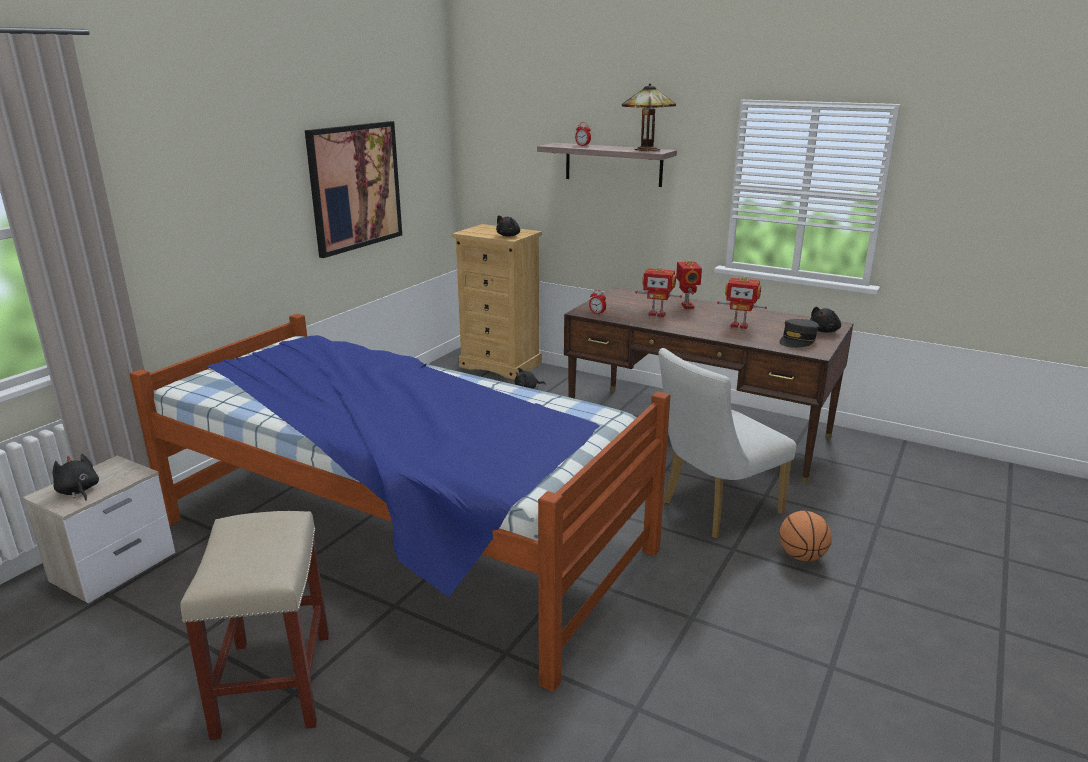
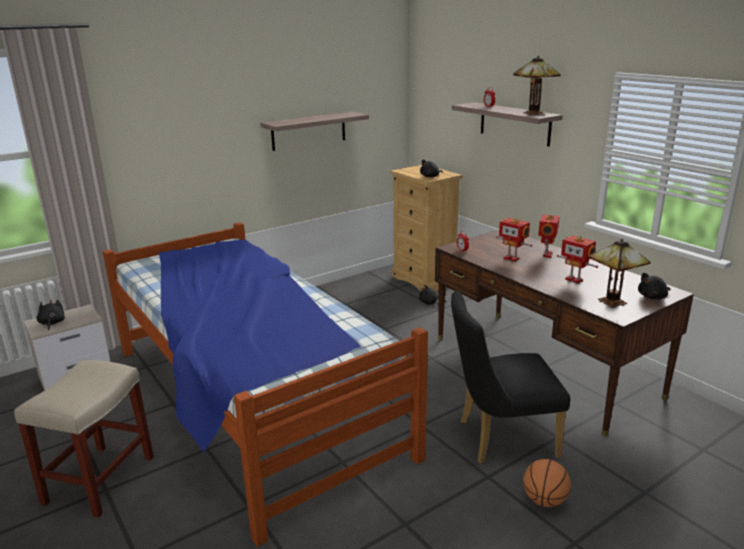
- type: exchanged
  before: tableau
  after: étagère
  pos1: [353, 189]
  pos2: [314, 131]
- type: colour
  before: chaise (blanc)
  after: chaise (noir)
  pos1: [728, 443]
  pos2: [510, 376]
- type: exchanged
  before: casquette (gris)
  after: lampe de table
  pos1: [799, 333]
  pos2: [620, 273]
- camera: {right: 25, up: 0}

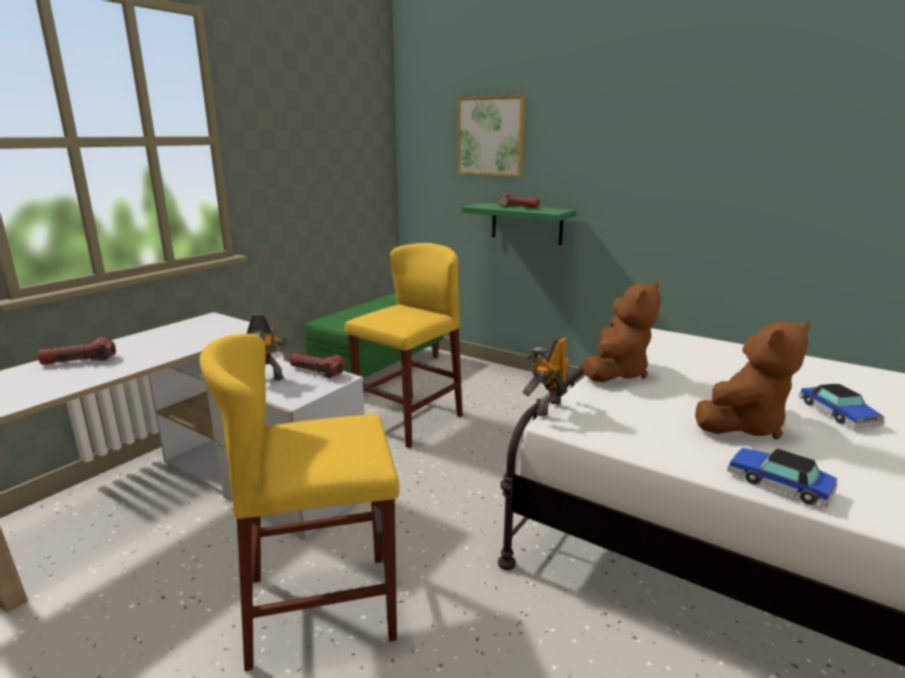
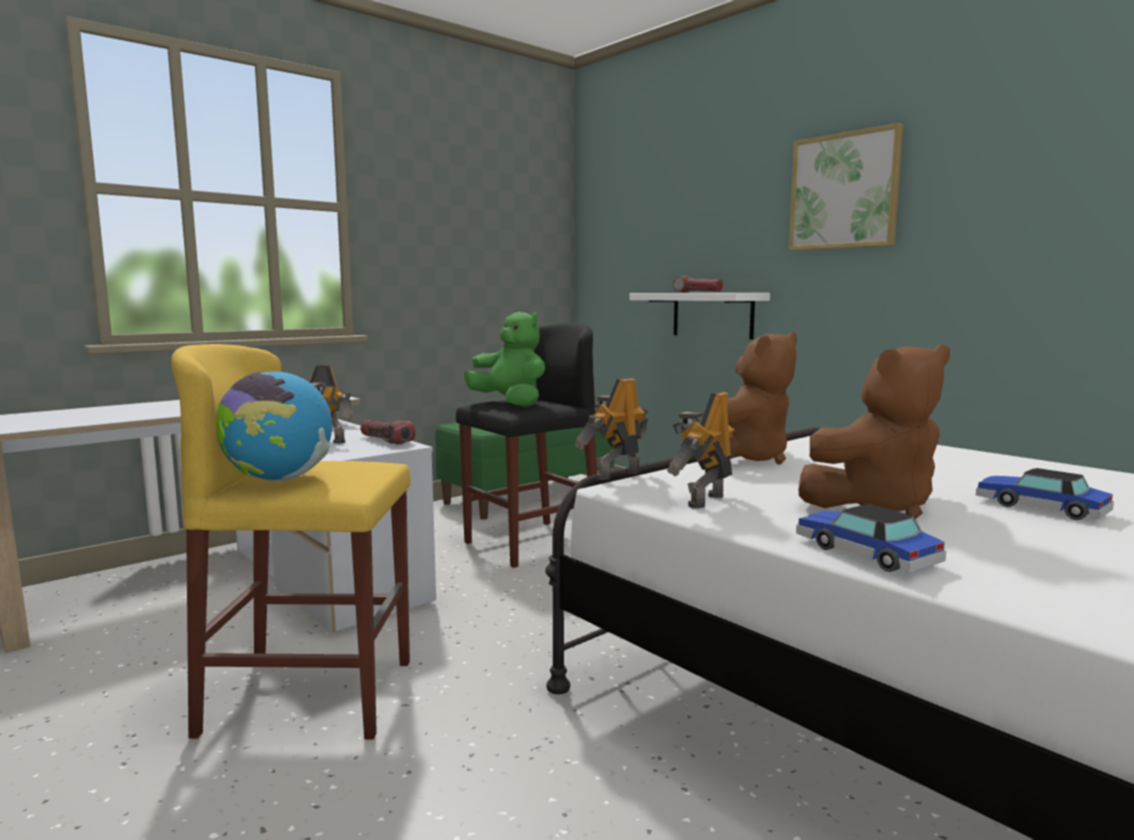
- type: missing
  before: lampe de poche
  pos1: [77, 351]
- type: colour
  before: tabouret (jaune)
  after: tabouret (noir)
  pos1: [404, 345]
  pos2: [526, 445]
- type: relocated
  before: tableau
  pos1: [491, 135]
  pos2: [846, 186]
- type: colour
  before: étagère (vert)
  after: étagère (blanc)
  pos1: [519, 224]
  pos2: [700, 316]
- type: spun
  before: petite voiture
  pos1: [842, 406]
  pos2: [1045, 494]
  turn: 135
- type: appeared
  after: globe
  pos2: [274, 426]
- type: appeared
  after: peluche (vert)
  pos2: [504, 358]
- type: appeared
  after: robot jouet
  pos2: [701, 450]
- camera: {right: 15, up: -10}

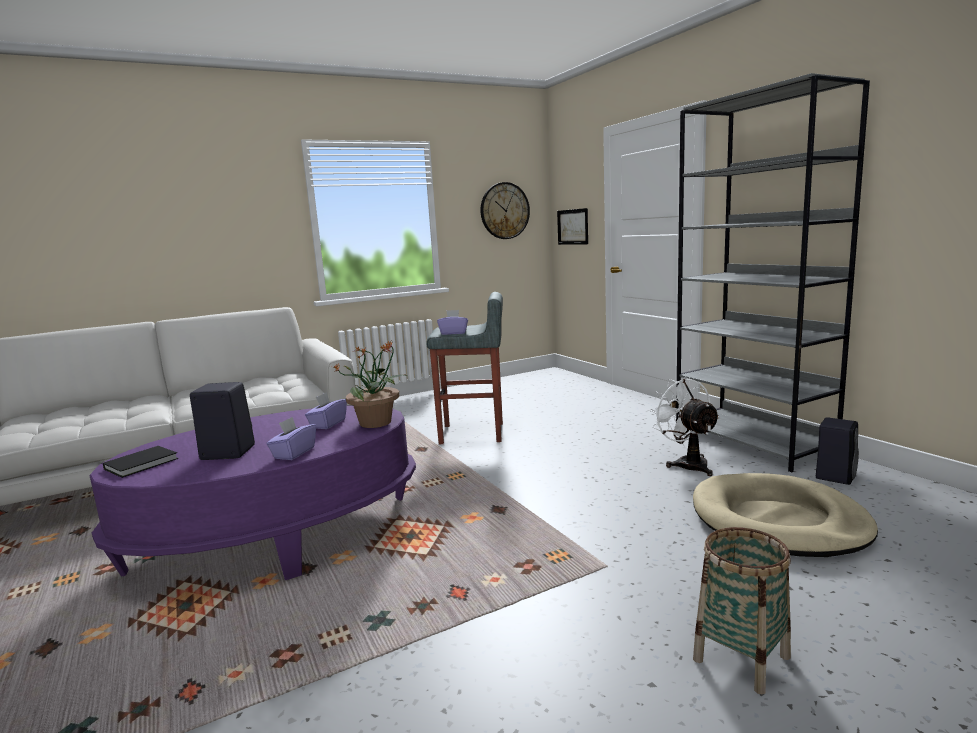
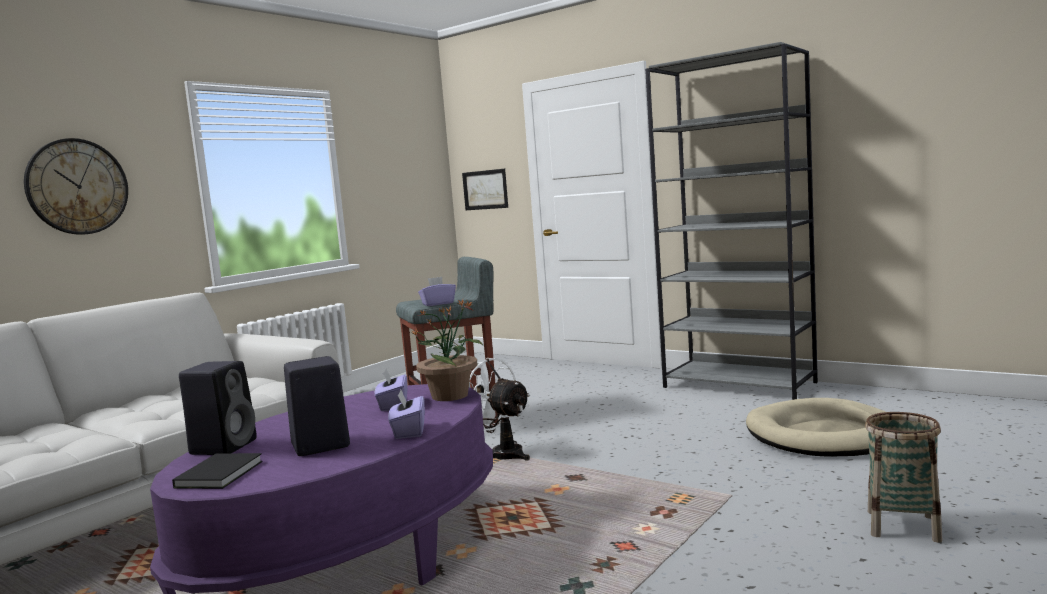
- type: relocated
  before: horloge murale
  pos1: [505, 210]
  pos2: [76, 186]
- type: relocated
  before: ventilateur (blanc)
  pos1: [685, 426]
  pos2: [500, 409]
- type: relocated
  before: enceinte (noir)
  pos1: [837, 451]
  pos2: [218, 408]
- camera: {right: -25, up: -5}

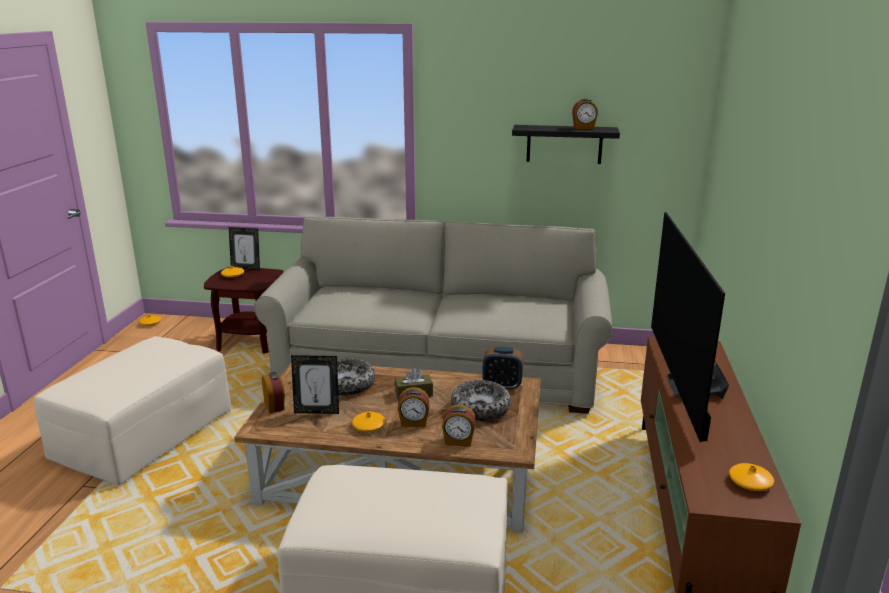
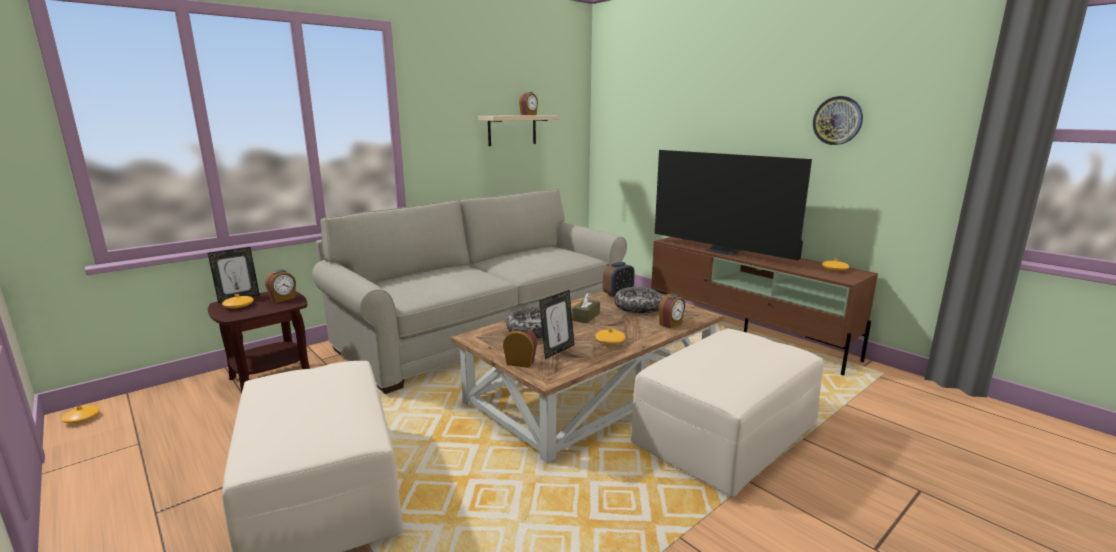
- type: relocated
  before: réveil
  pos1: [413, 407]
  pos2: [280, 286]
- type: colour
  before: étagère (noir)
  after: étagère (beige)
  pos1: [566, 144]
  pos2: [518, 130]
- type: appeared
  after: horloge murale
  pos2: [838, 120]
- camera: {right: -50, up: -5}

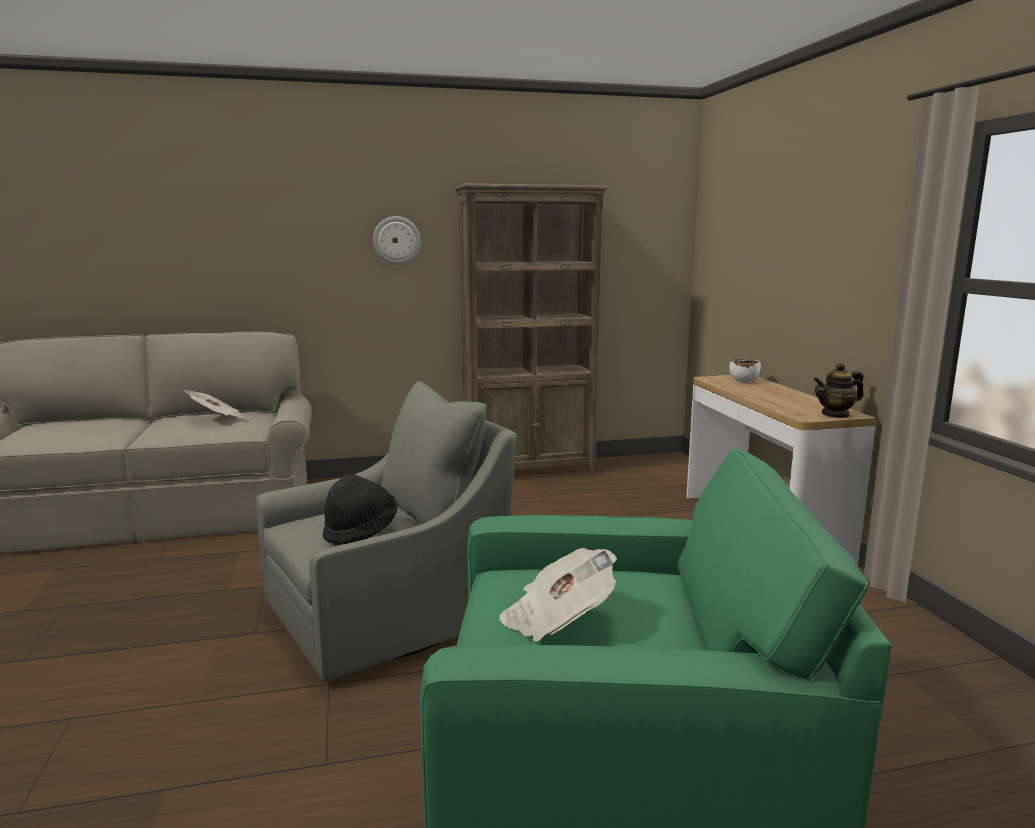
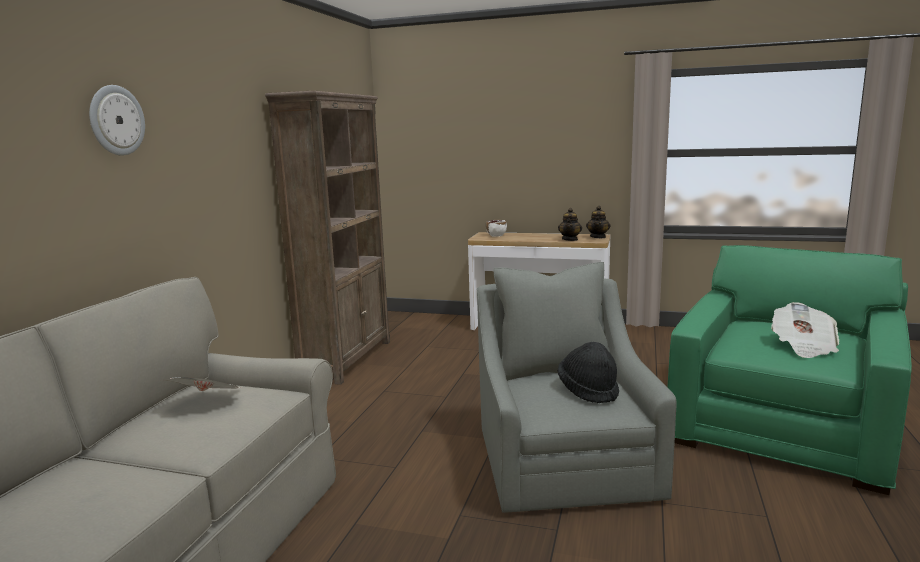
- type: relocated
  before: horloge murale
  pos1: [397, 240]
  pos2: [117, 120]
- type: appeared
  after: théière
  pos2: [570, 224]
- camera: {right: -60, up: 0}

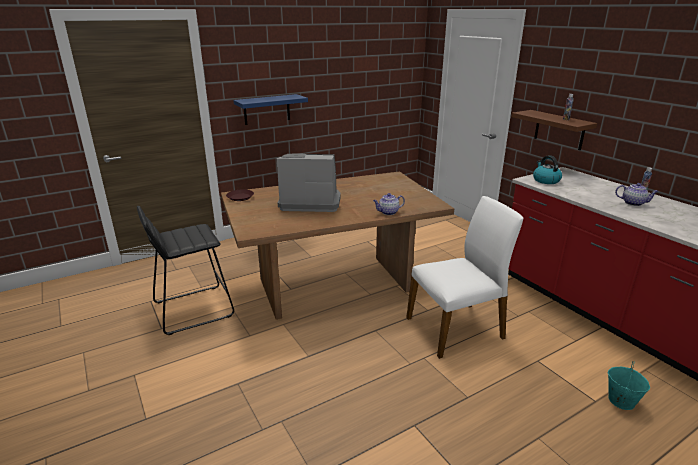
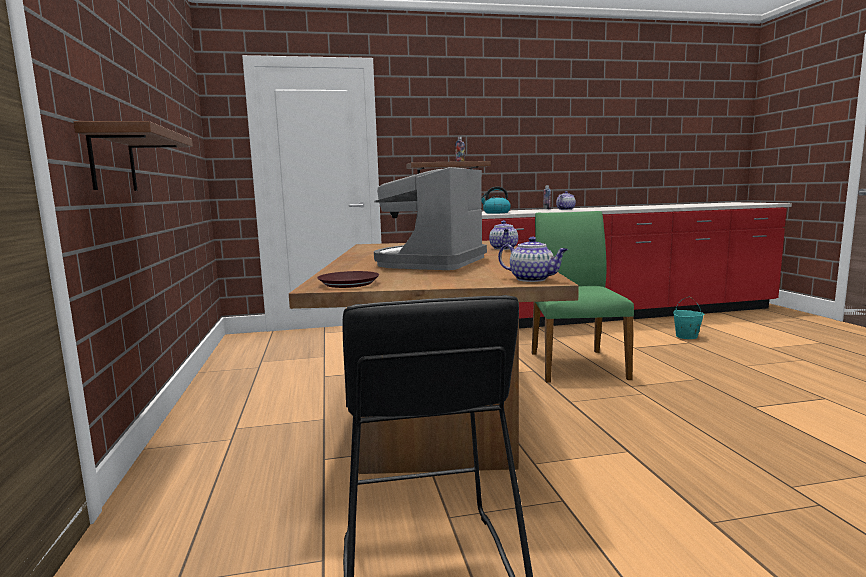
- type: colour
  before: étagère (bleu)
  after: étagère (marron)
  pos1: [270, 109]
  pos2: [133, 156]
- type: colour
  before: chaise (blanc)
  after: chaise (vert)
  pos1: [464, 277]
  pos2: [583, 297]
- type: appeared
  after: théière
  pos2: [533, 259]
- camera: {right: -70, up: -15}

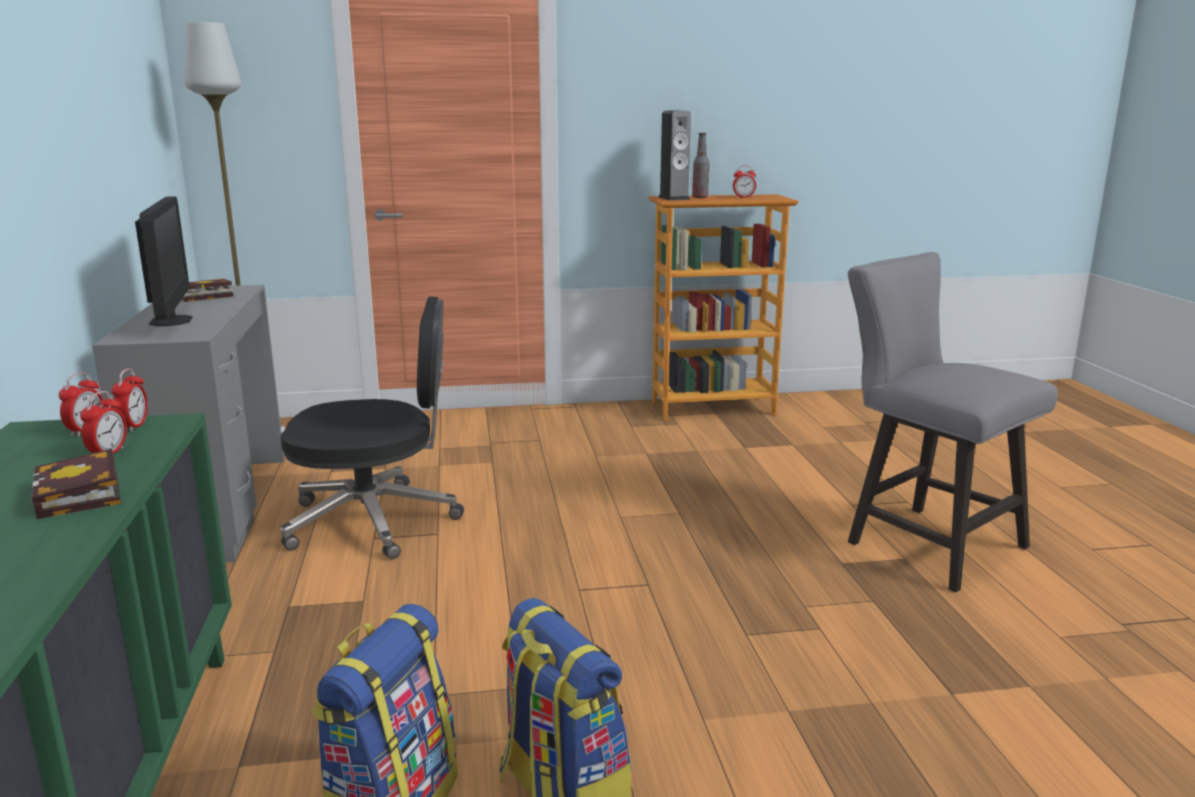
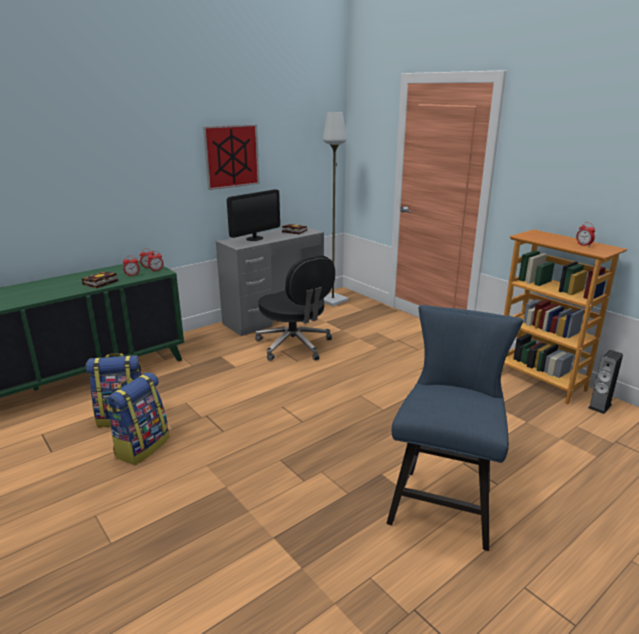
- type: relocated
  before: enceinte
  pos1: [674, 156]
  pos2: [605, 382]
- type: missing
  before: bouteille
  pos1: [701, 165]
- type: colour
  before: chaise (gris)
  after: chaise (bleu)
  pos1: [953, 422]
  pos2: [455, 428]
- type: appeared
  after: tableau
  pos2: [231, 157]
- camera: {right: 60, up: 5}

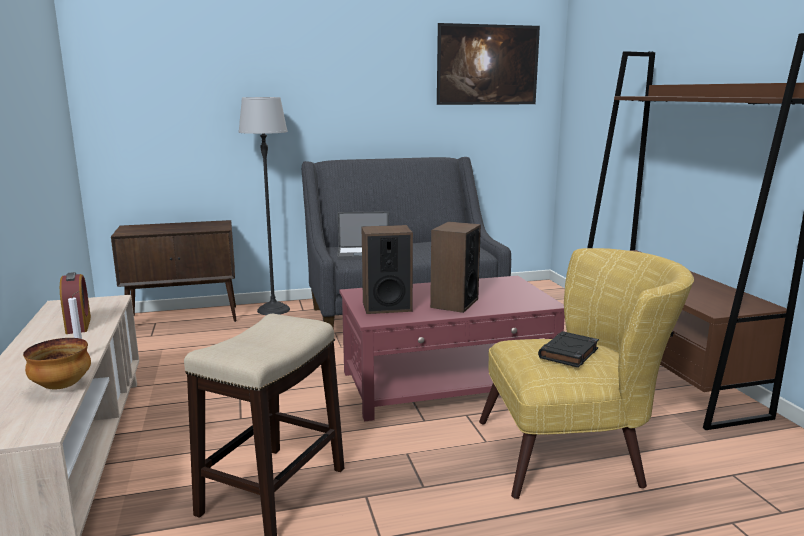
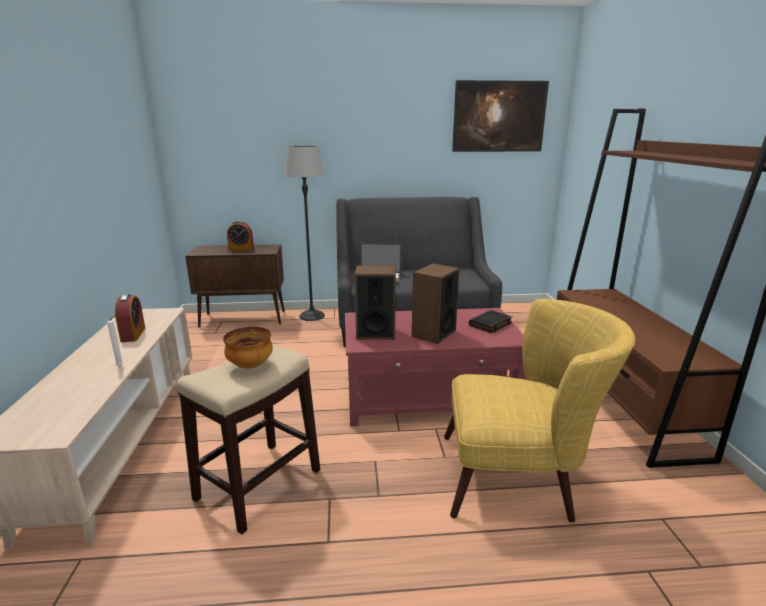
- type: relocated
  before: bol
  pos1: [57, 363]
  pos2: [248, 348]
- type: relocated
  before: livre (noir)
  pos1: [568, 349]
  pos2: [491, 321]
- type: appeared
  after: réveil
  pos2: [240, 236]
- camera: {right: 10, up: 5}

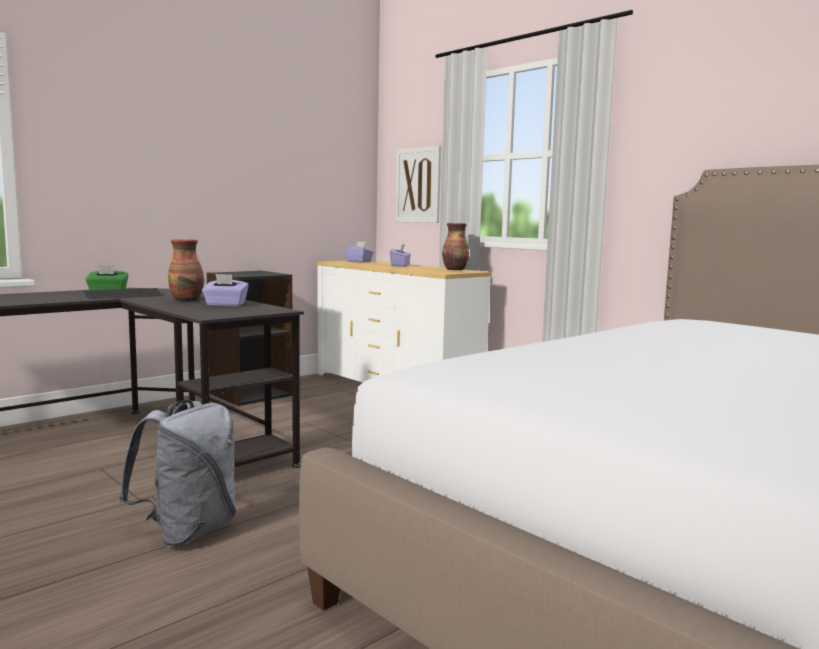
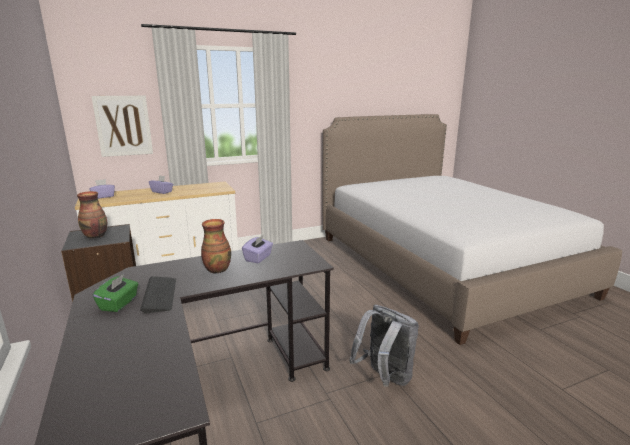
- type: relocated
  before: vase
  pos1: [455, 247]
  pos2: [92, 215]
- camera: {right: -70, up: 10}

